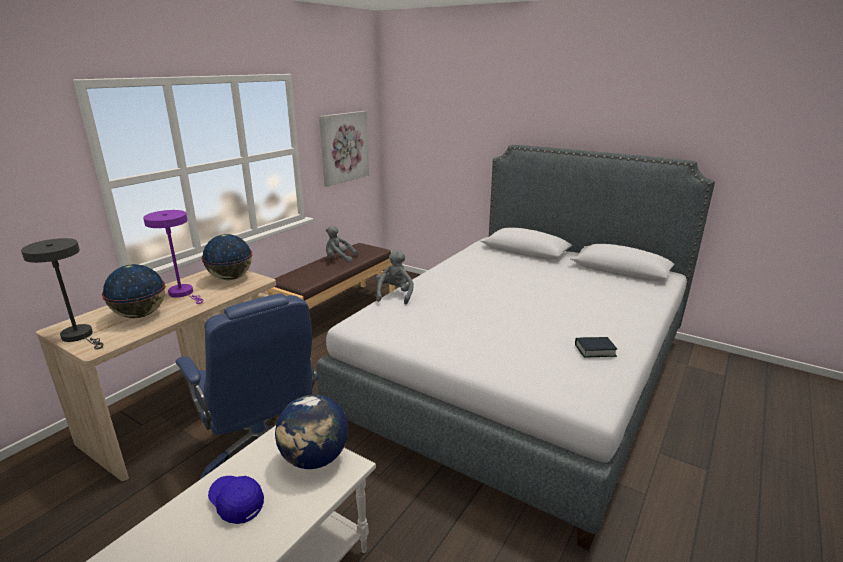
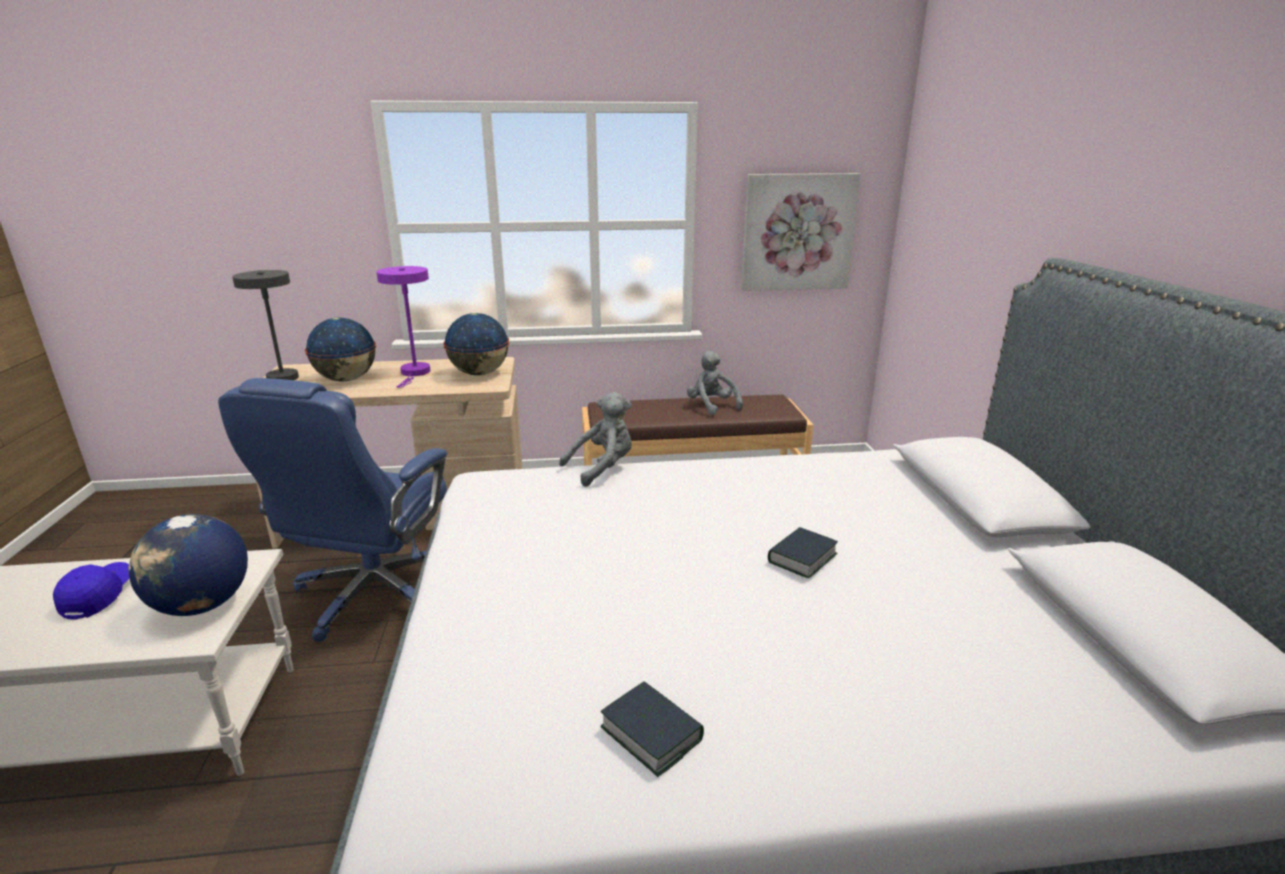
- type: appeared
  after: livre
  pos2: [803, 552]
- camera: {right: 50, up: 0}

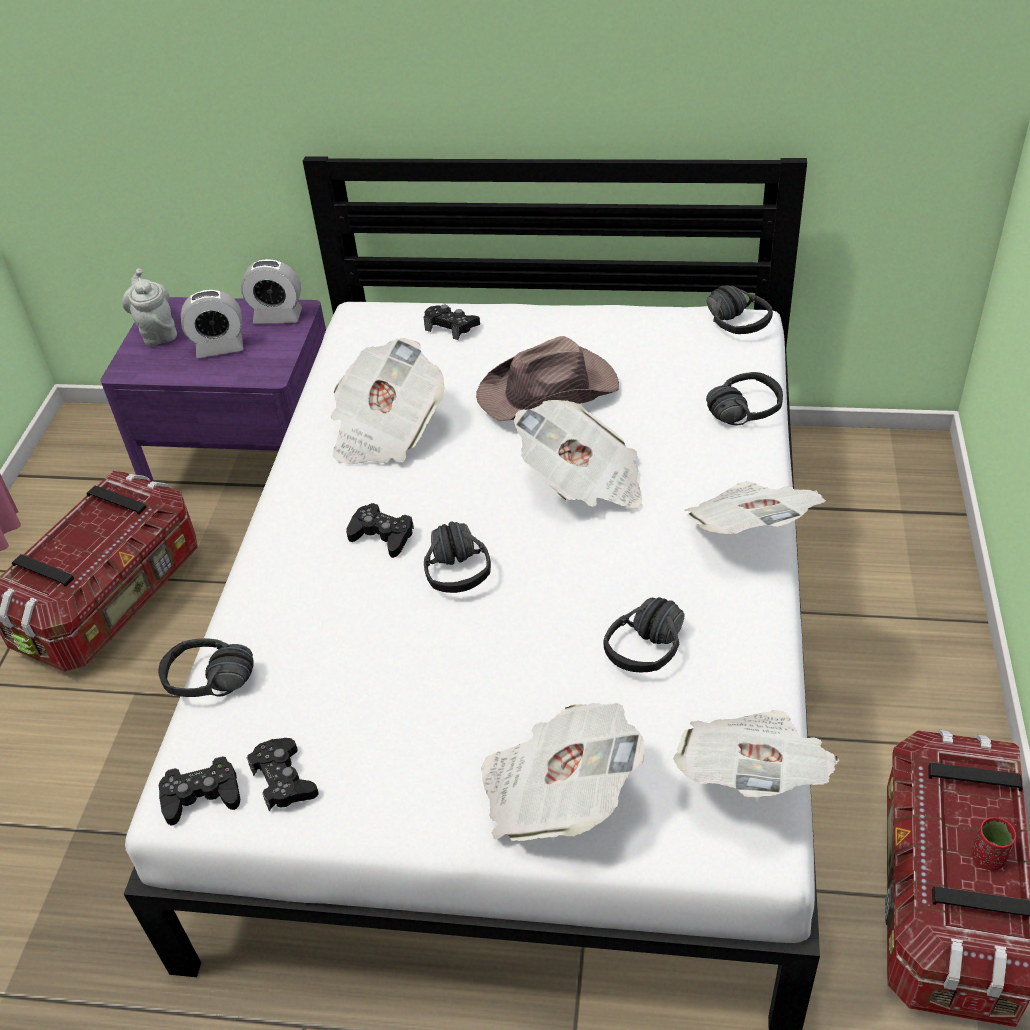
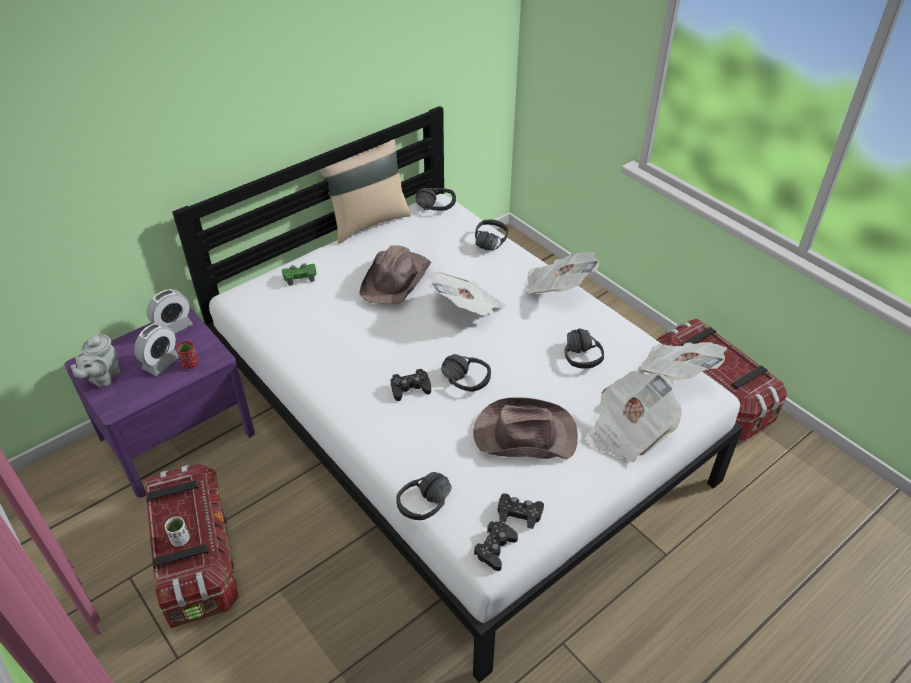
- type: spun
  before: théière (gris)
  pos1: [149, 307]
  pos2: [95, 360]
  turn: -90
- type: missing
  before: journal
  pos1: [388, 401]
- type: colour
  before: manette (noir)
  after: manette (vert)
  pos1: [452, 322]
  pos2: [299, 274]
- type: relocated
  before: tasse (rouge)
  pos1: [994, 844]
  pos2: [187, 355]
- type: appeared
  after: tasse (blanc)
  pos2: [177, 531]
- type: appeared
  after: coussin (beige)
  pos2: [365, 191]
- type: appeared
  after: chapeau (marron)
  pos2: [525, 428]
- camera: {right: -50, up: 0}

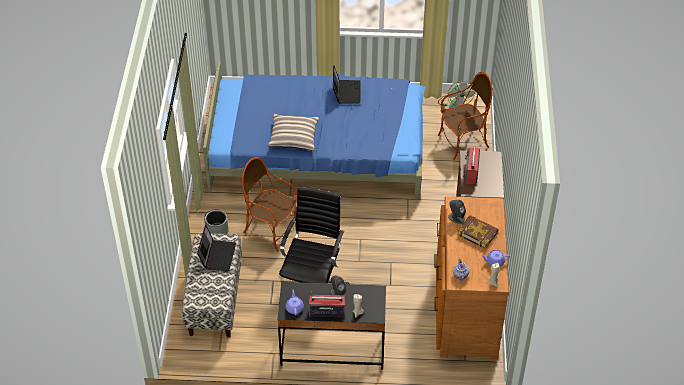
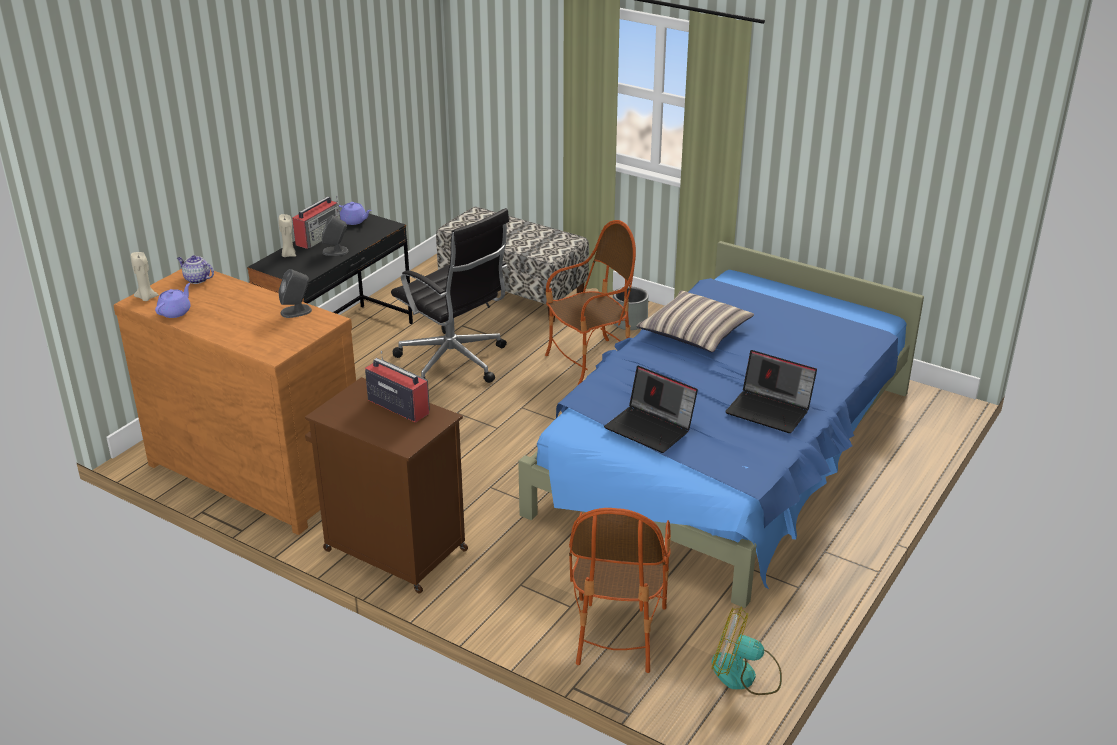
- type: relocated
  before: ordinateur portable
  pos1: [216, 248]
  pos2: [651, 409]
- type: missing
  before: livre
  pos1: [478, 232]
- camera: {right: 120, up: -15}

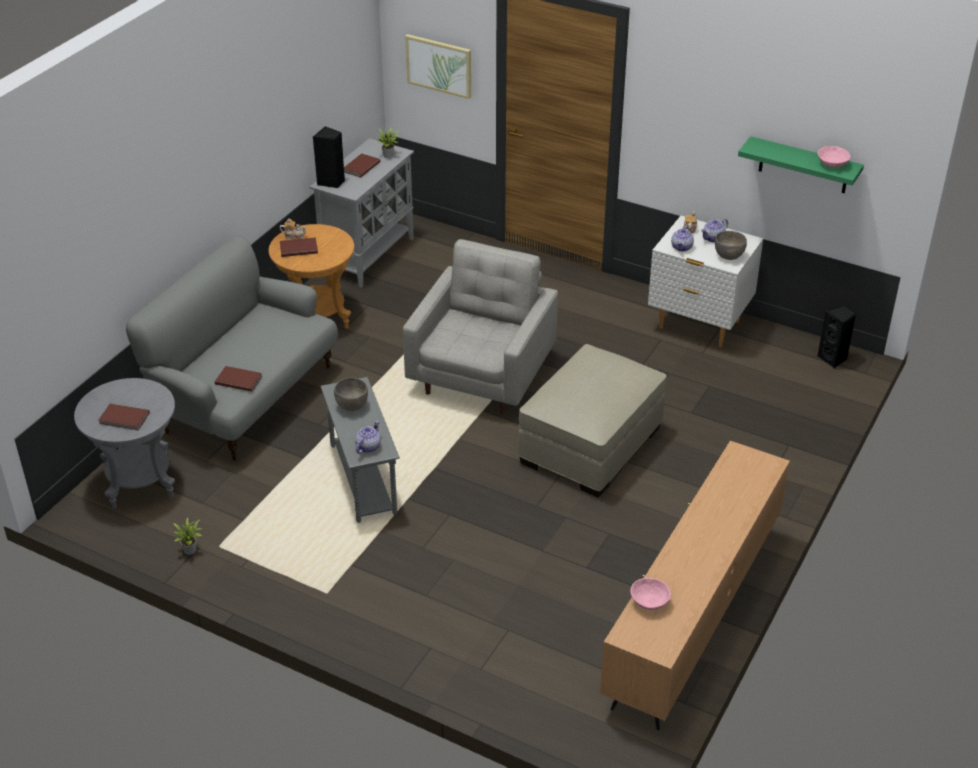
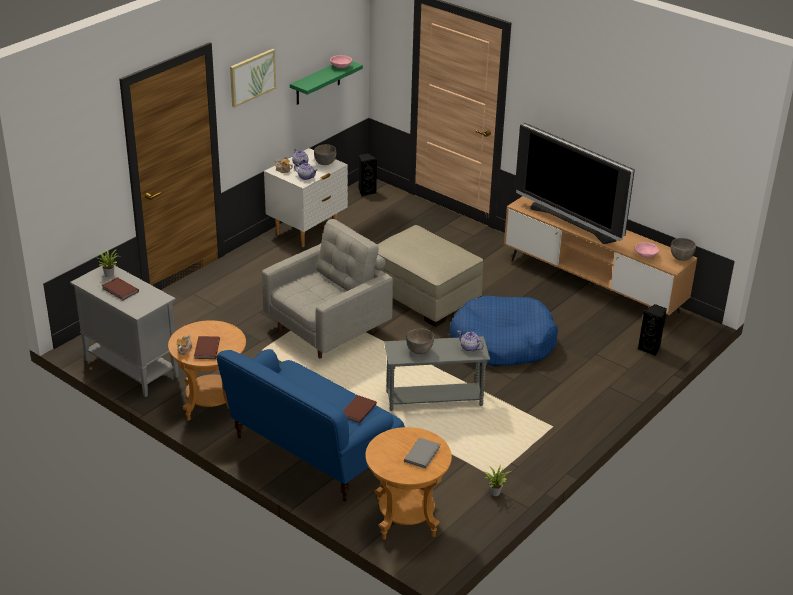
- type: colour
  before: table d'appoint (gris)
  after: table d'appoint (marron)
  pos1: [124, 443]
  pos2: [408, 483]
- type: colour
  before: livre (marron)
  after: livre (gris)
  pos1: [124, 417]
  pos2: [422, 453]
- type: colour
  before: canapé (gris)
  after: canapé (bleu)
  pos1: [232, 348]
  pos2: [310, 425]
- type: relocated
  before: enceinte (noir)
  pos1: [329, 157]
  pos2: [652, 330]
- type: spun
  before: fauteuil (gris)
  pos1: [480, 326]
  pos2: [327, 288]
  turn: 105
- type: relocated
  before: tableau
  pos1: [438, 66]
  pos2: [253, 78]
- type: appeared
  after: panier pour chien (bleu)
  pos2: [503, 331]
- type: appeared
  after: téléviseur
  pos2: [575, 183]
- type: appeared
  after: bol (gris)
  pos2: [683, 249]
- camera: {right: -80, up: -5}

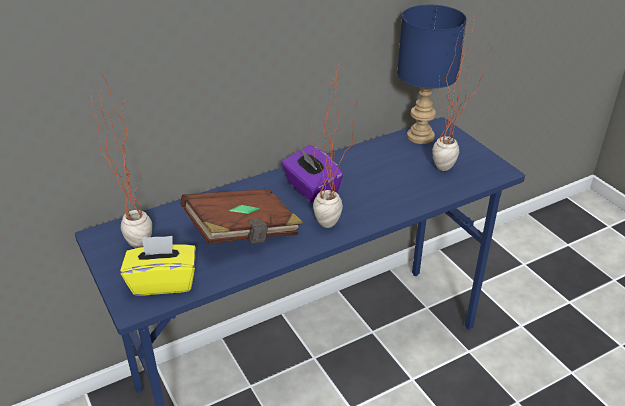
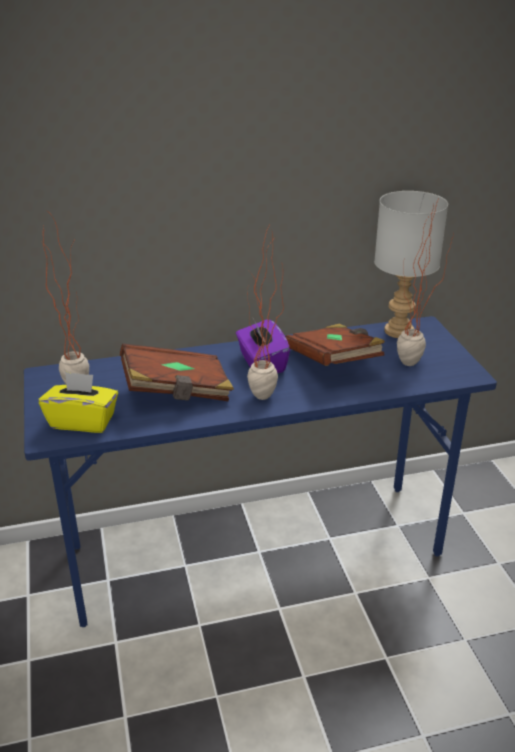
- type: colour
  before: lampe de table (bleu)
  after: lampe de table (gris)
  pos1: [432, 74]
  pos2: [411, 264]
- type: appeared
  after: livre (marron)
  pos2: [335, 345]
- camera: {right: 15, up: -5}

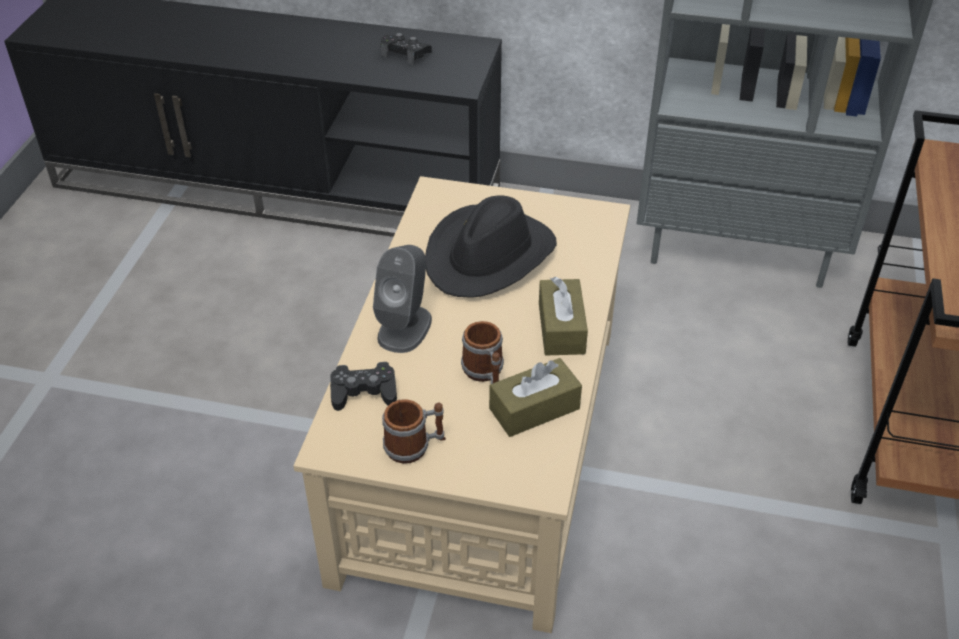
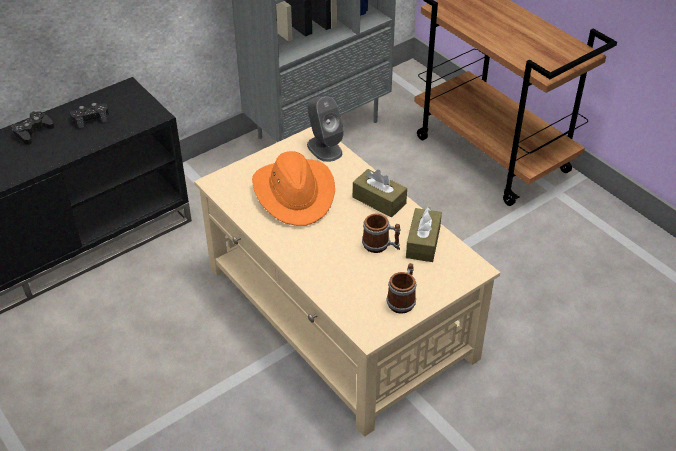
- type: relocated
  before: manette (noir)
  pos1: [363, 386]
  pos2: [32, 128]
- type: relocated
  before: enceinte (gris)
  pos1: [402, 299]
  pos2: [325, 129]
- type: colour
  before: chapeau (noir)
  after: chapeau (orange)
  pos1: [491, 247]
  pos2: [293, 188]
- camera: {right: -50, up: 0}

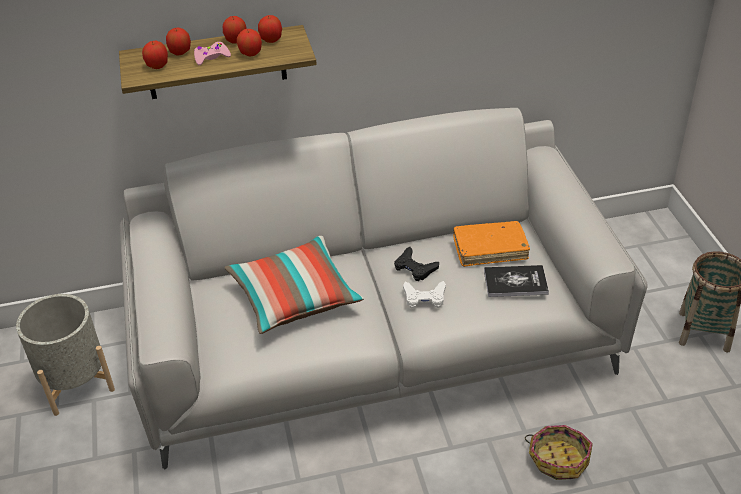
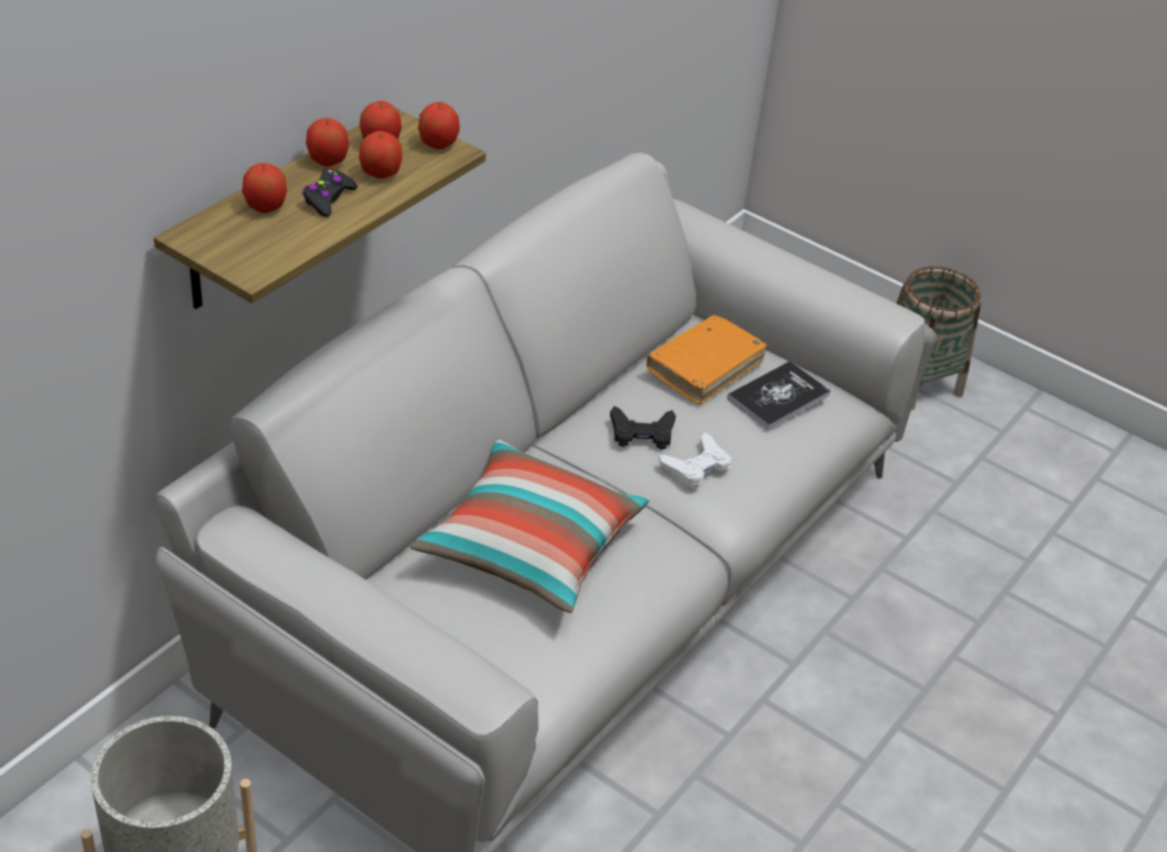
- type: relocated
  before: pomme
  pos1: [155, 55]
  pos2: [439, 125]
- type: colour
  before: manette (rose)
  after: manette (noir)
  pos1: [212, 53]
  pos2: [330, 192]
- type: missing
  before: panier
  pos1: [559, 452]
- camera: {right: -45, up: 0}

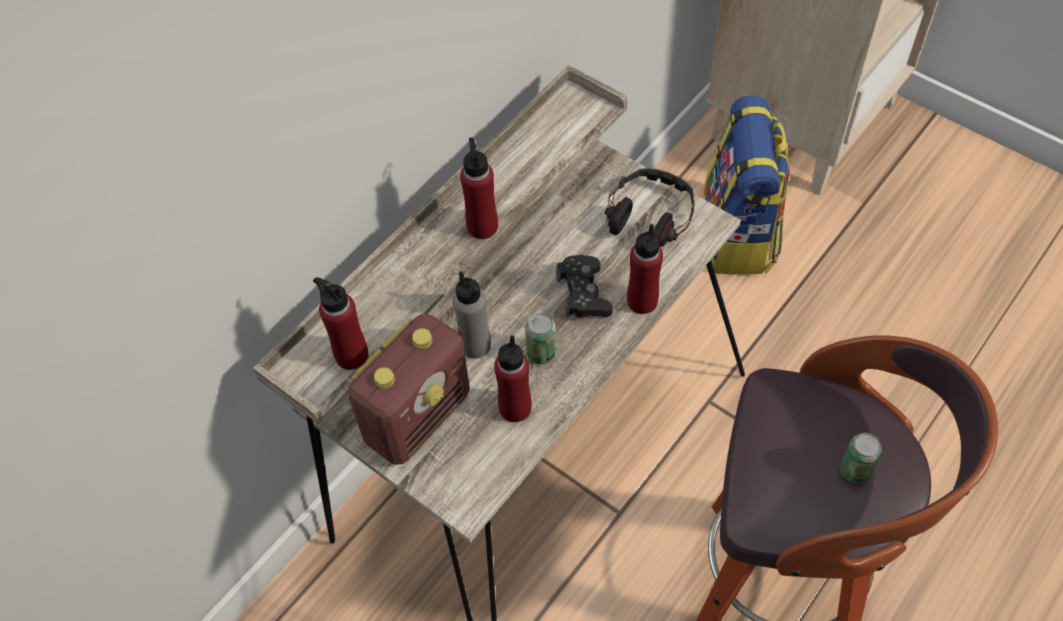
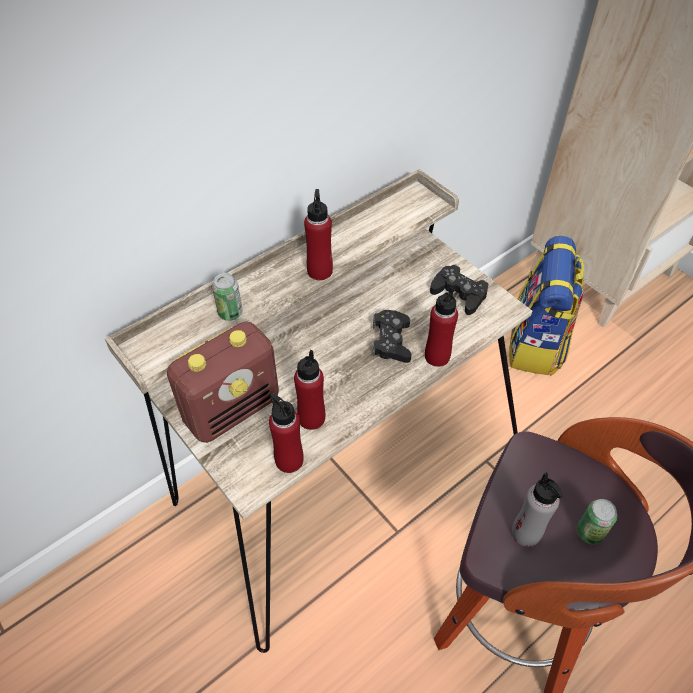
- type: relocated
  before: bouteille (rouge)
  pos1: [340, 323]
  pos2: [286, 433]
- type: relocated
  before: bouteille (gris)
  pos1: [472, 314]
  pos2: [537, 509]
- type: relocated
  before: boîte métallique
  pos1: [540, 338]
  pos2: [227, 297]
- type: exchanged
  before: casque audio
  after: manette (noir)
  pos1: [650, 207]
  pos2: [459, 290]
- camera: {right: 10, up: -5}

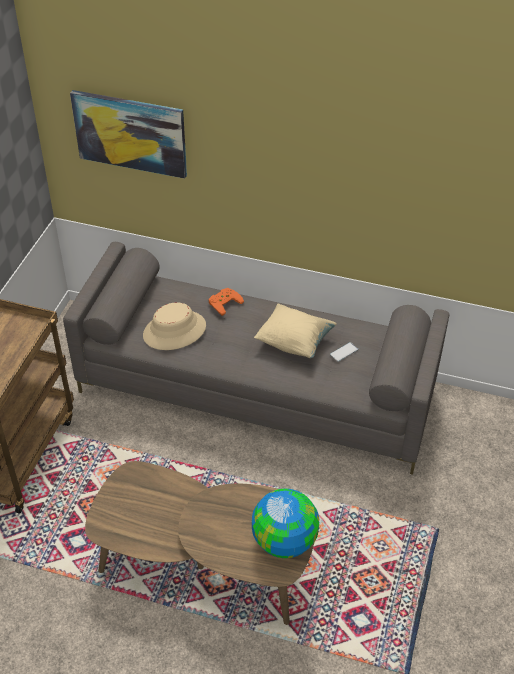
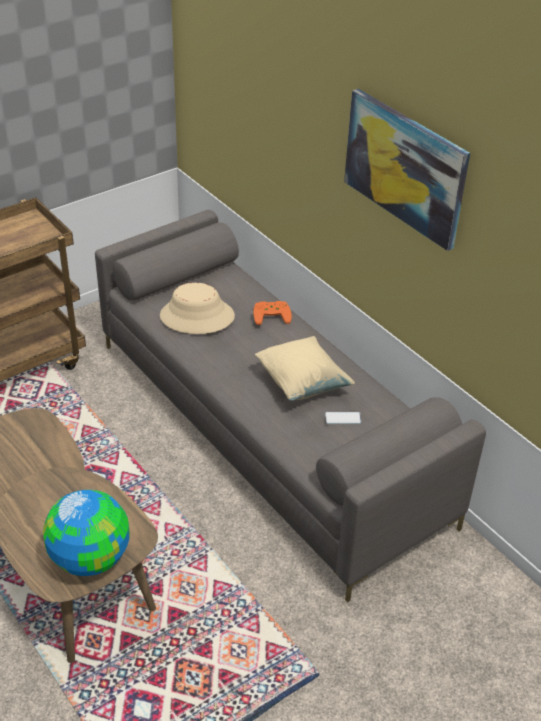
- type: relocated
  before: tableau
  pos1: [128, 134]
  pos2: [407, 170]
- camera: {right: 35, up: -5}

